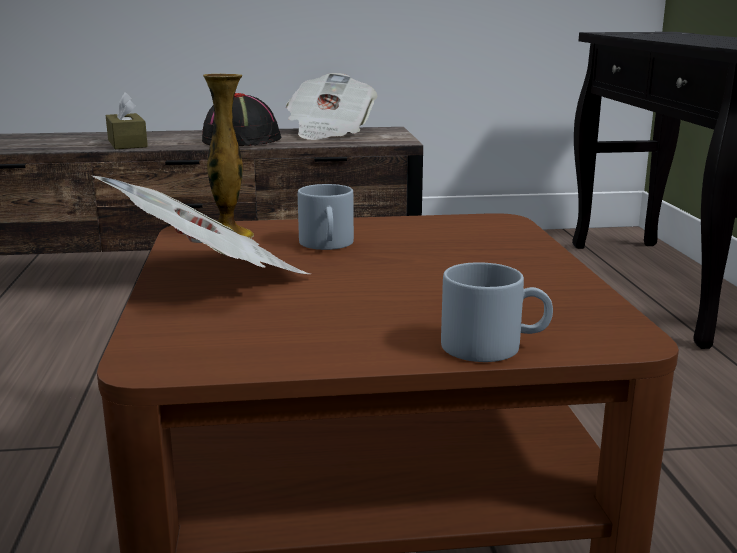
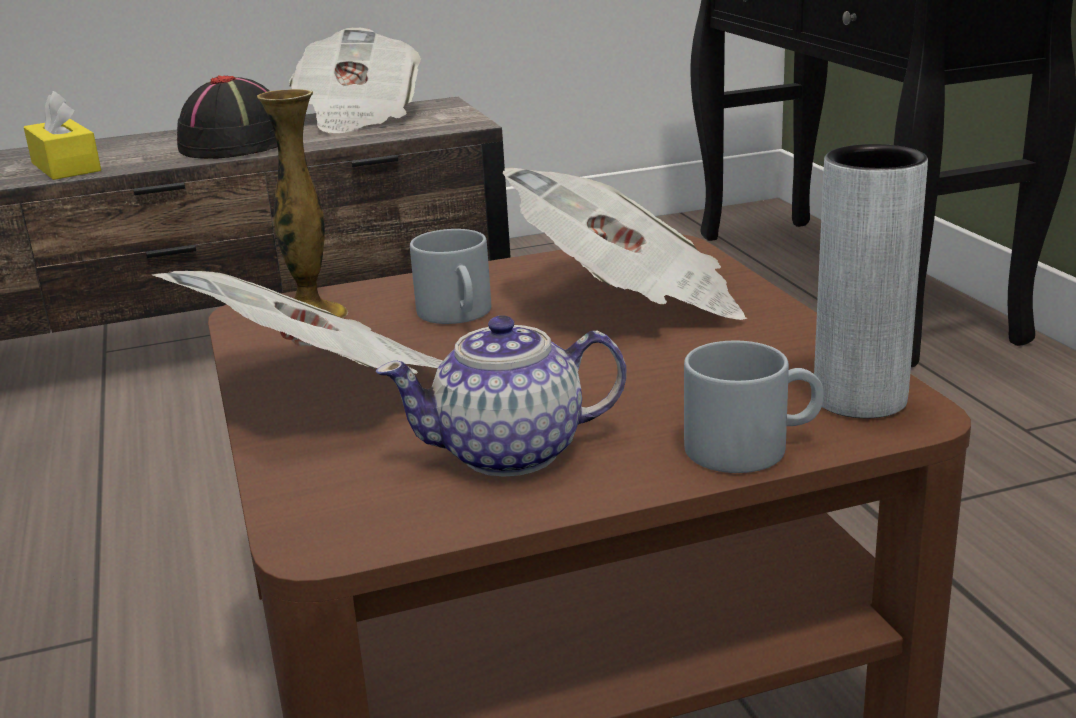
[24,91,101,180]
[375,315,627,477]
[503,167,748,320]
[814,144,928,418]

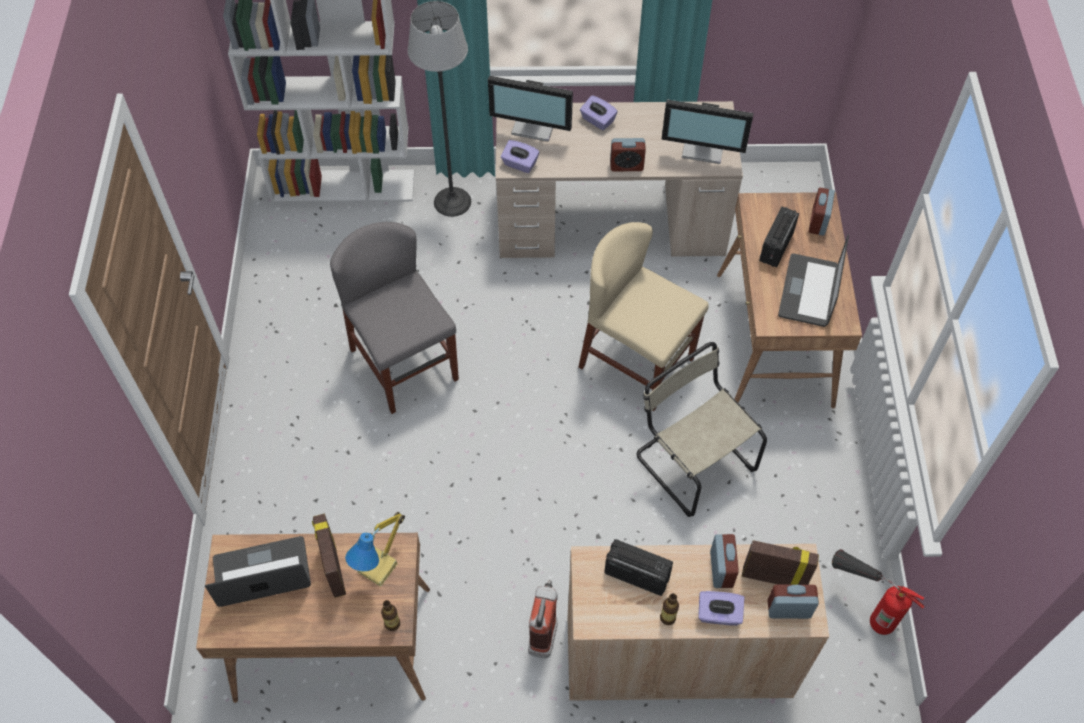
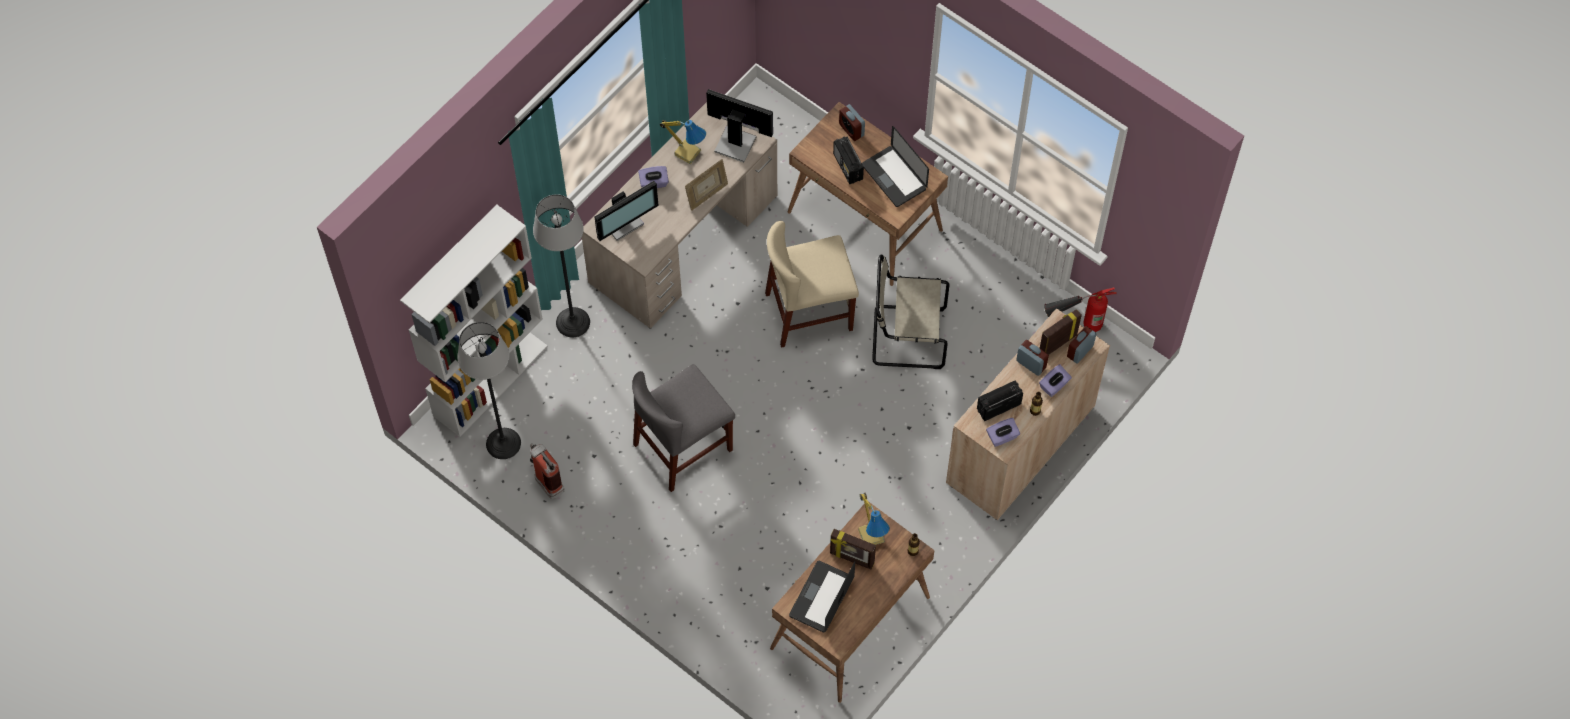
[632,364,735,492]
[986,418,1020,447]
[530,444,565,499]
[685,159,728,211]
[706,89,773,162]
[457,322,521,459]
[660,120,706,164]

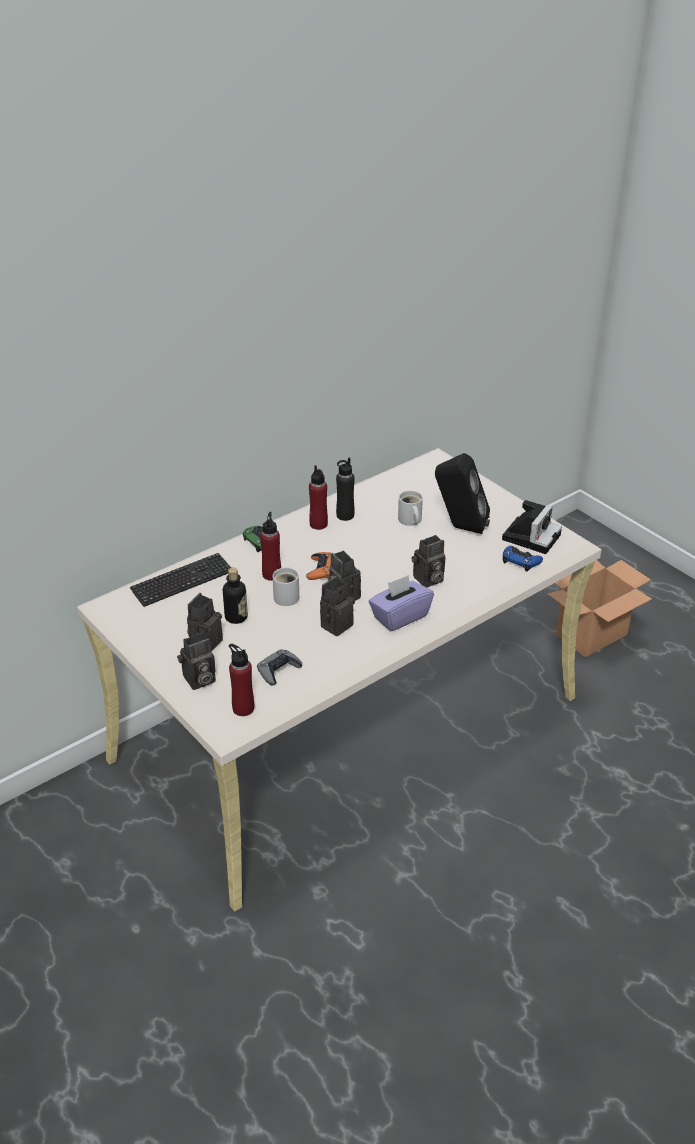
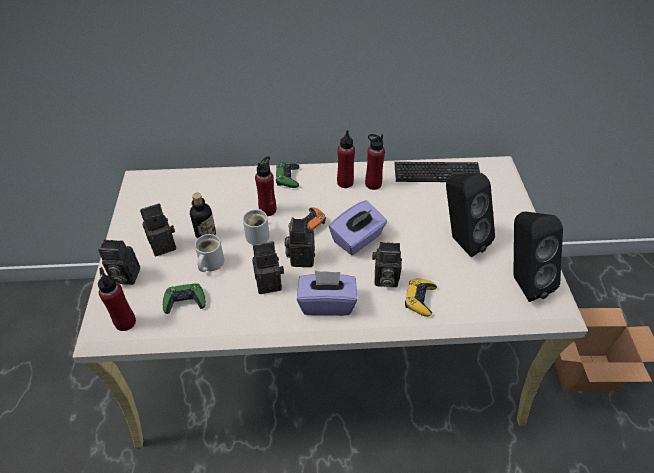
[394,162,480,182]
[163,283,206,314]
[365,134,385,190]
[195,234,224,272]
[513,211,563,302]
[503,546,543,572] (first image)
[329,200,387,255]
[405,278,437,317]

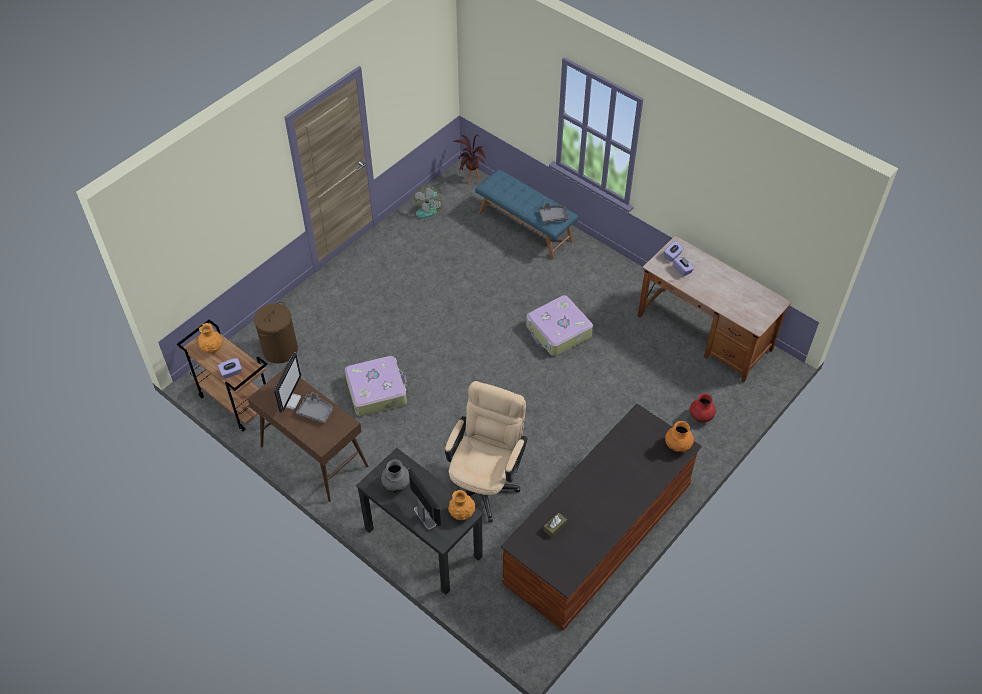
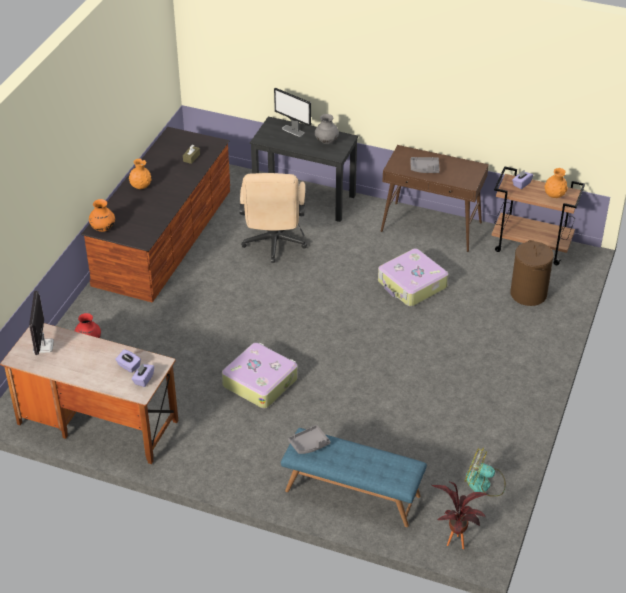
[29,291,54,355]
[465,447,506,496]
[129,158,152,189]

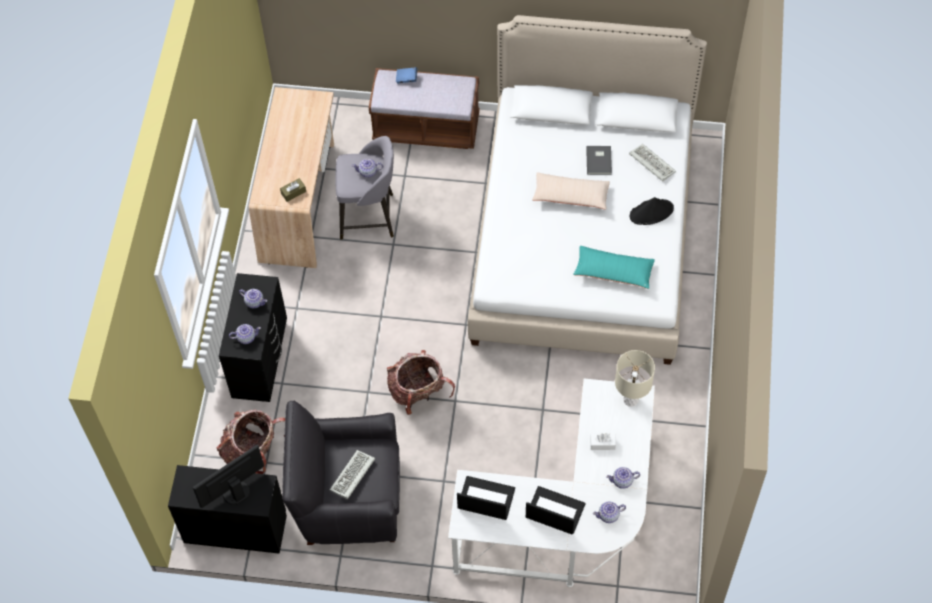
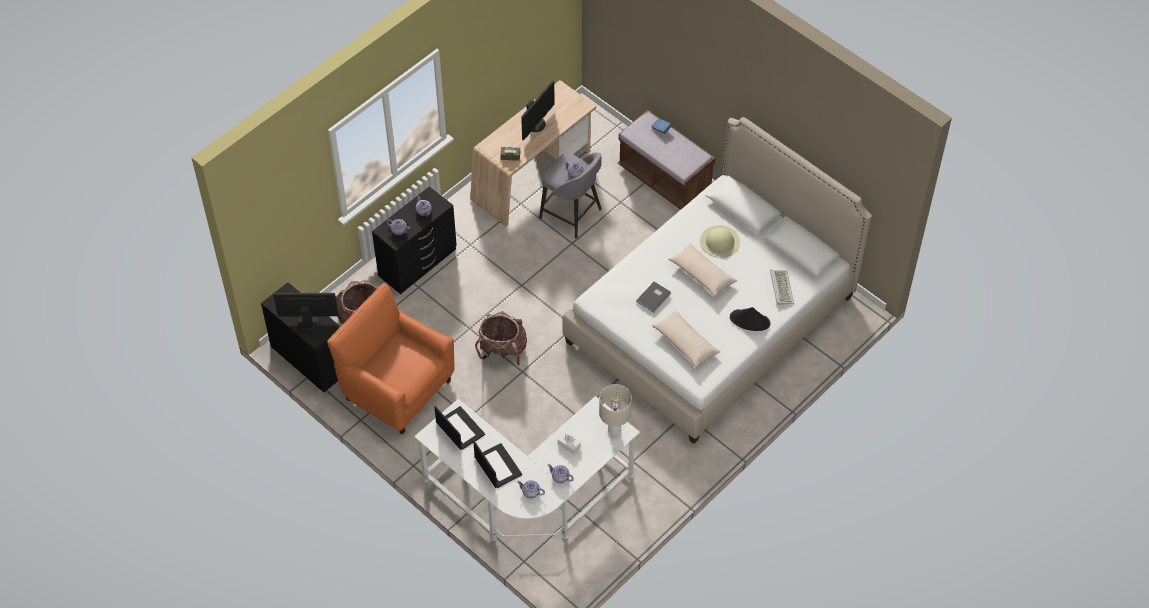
[327,283,455,435]
[330,450,375,499] (first image)
[652,311,720,368]
[636,282,671,313]
[521,81,555,140]
[700,225,740,258]

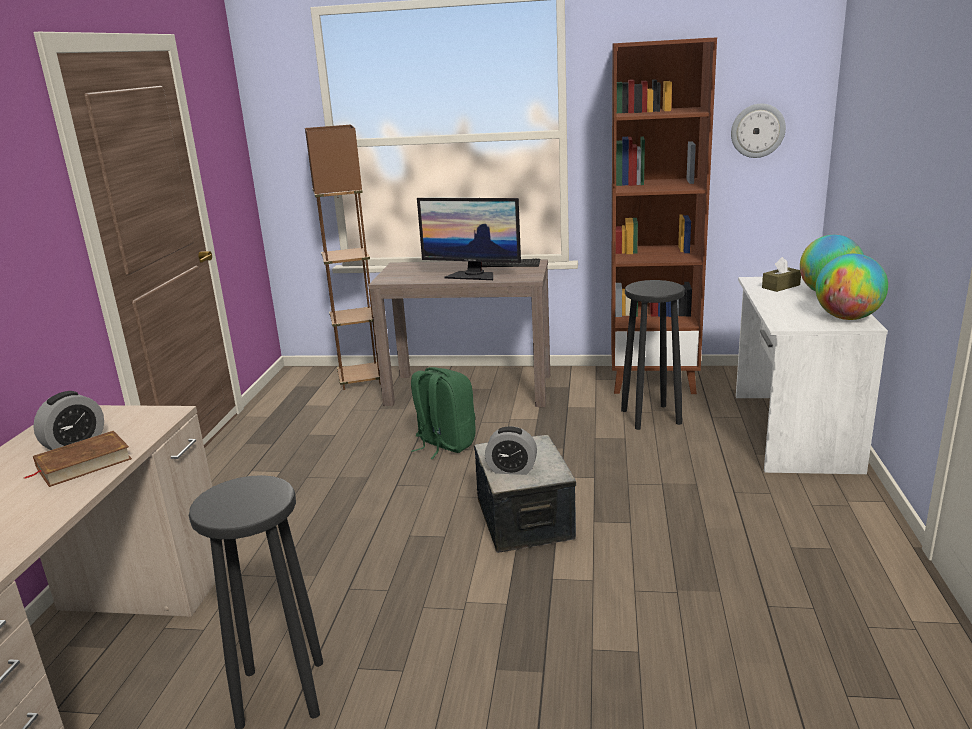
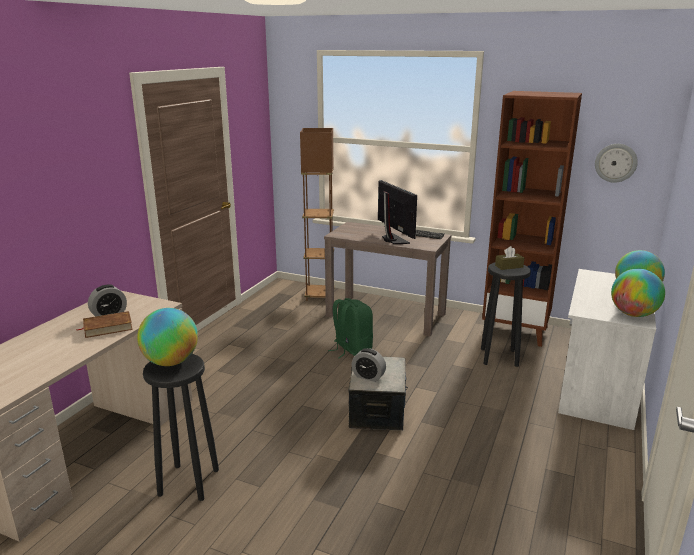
[378,180,417,244]
[495,246,524,270]
[137,308,198,366]

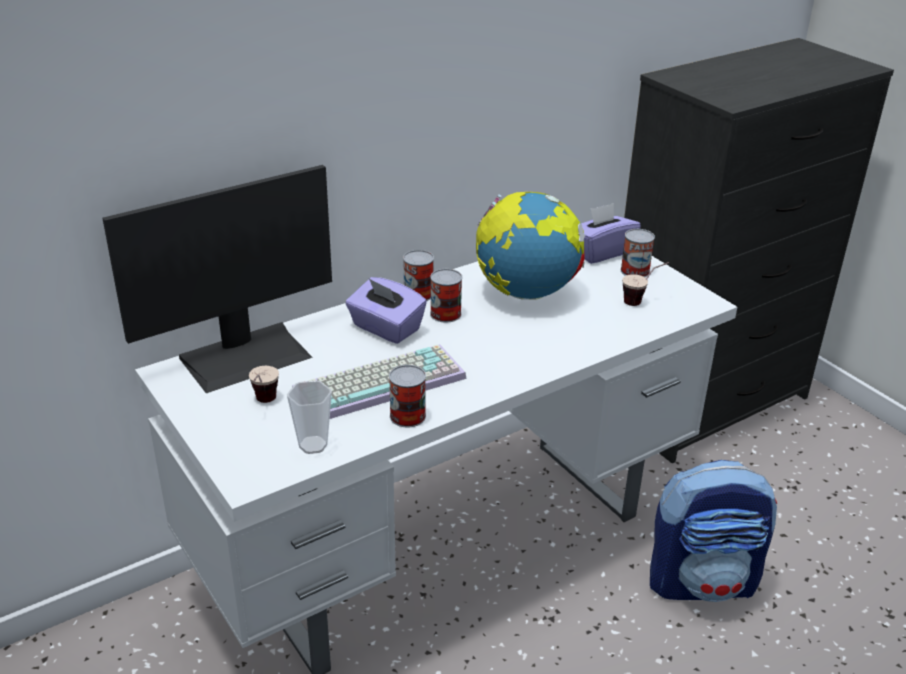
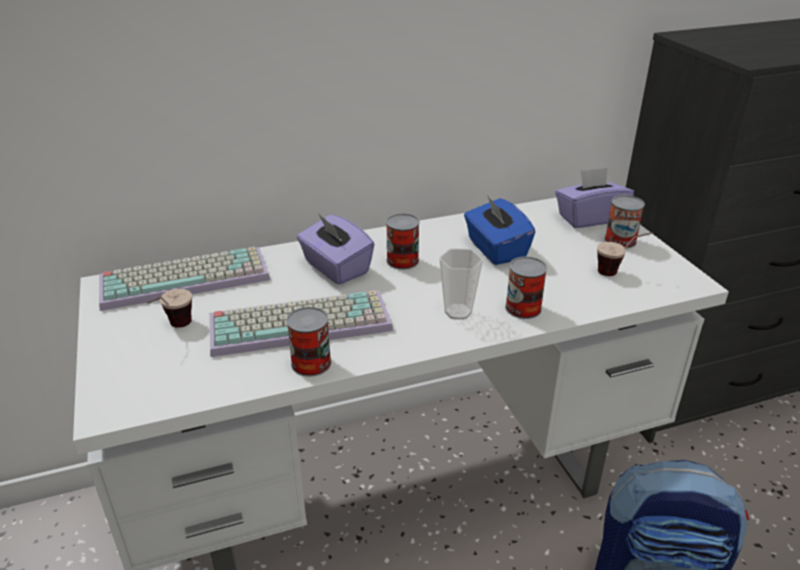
[99,247,270,311]
[439,248,483,320]
[505,257,547,319]
[464,195,535,265]

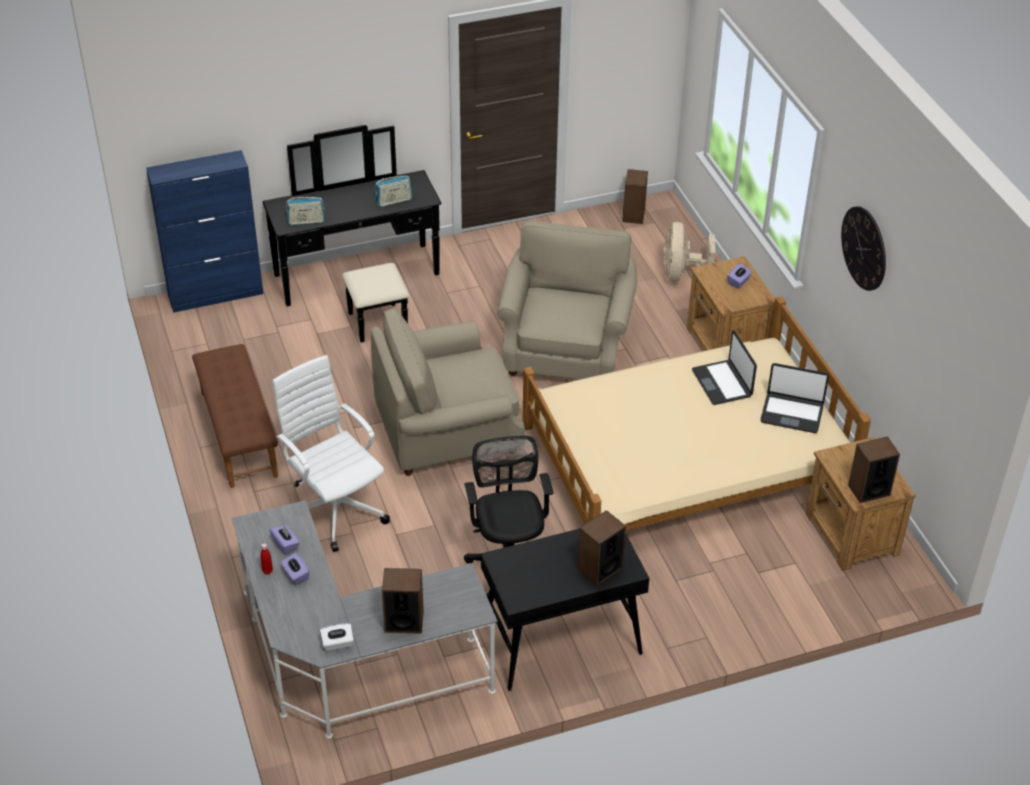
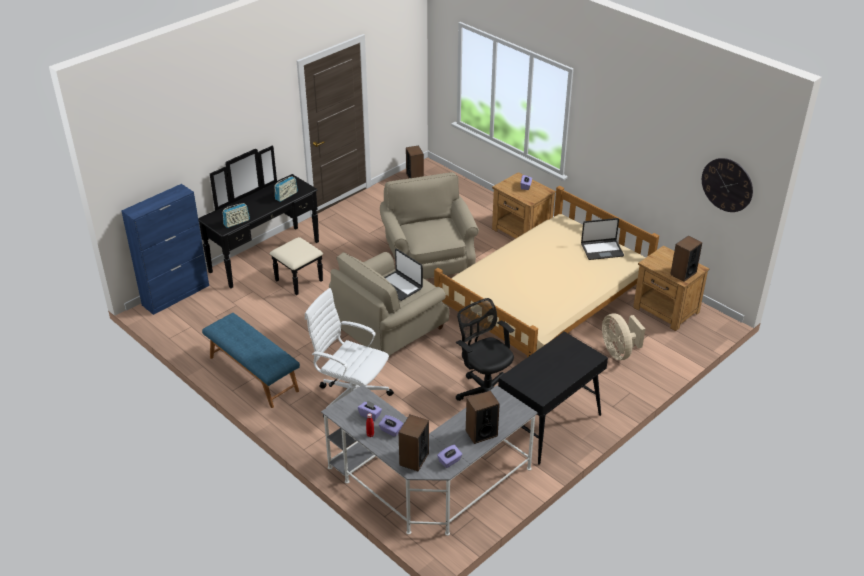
[202,313,300,408]
[437,445,462,468]
[399,415,429,471]
[602,313,645,360]
[384,249,423,301]
[702,158,753,212]

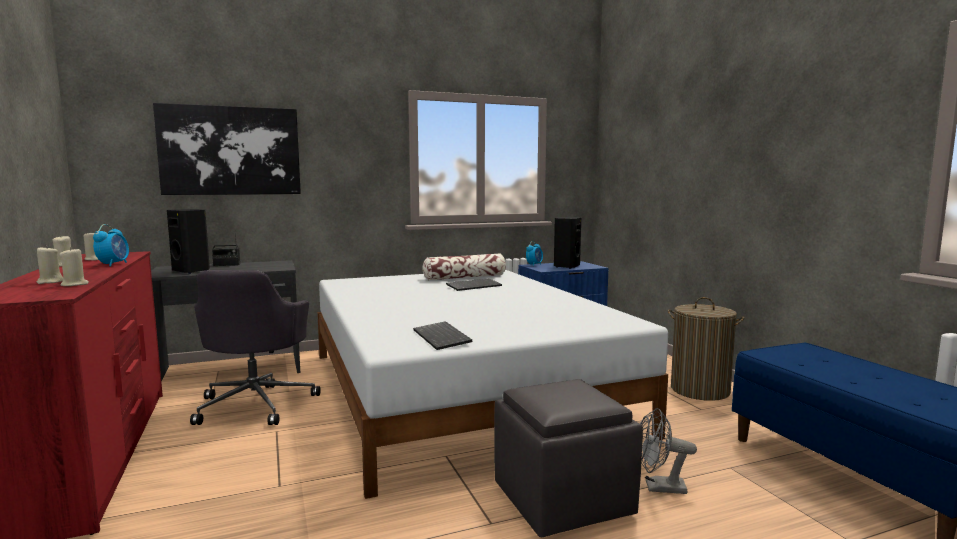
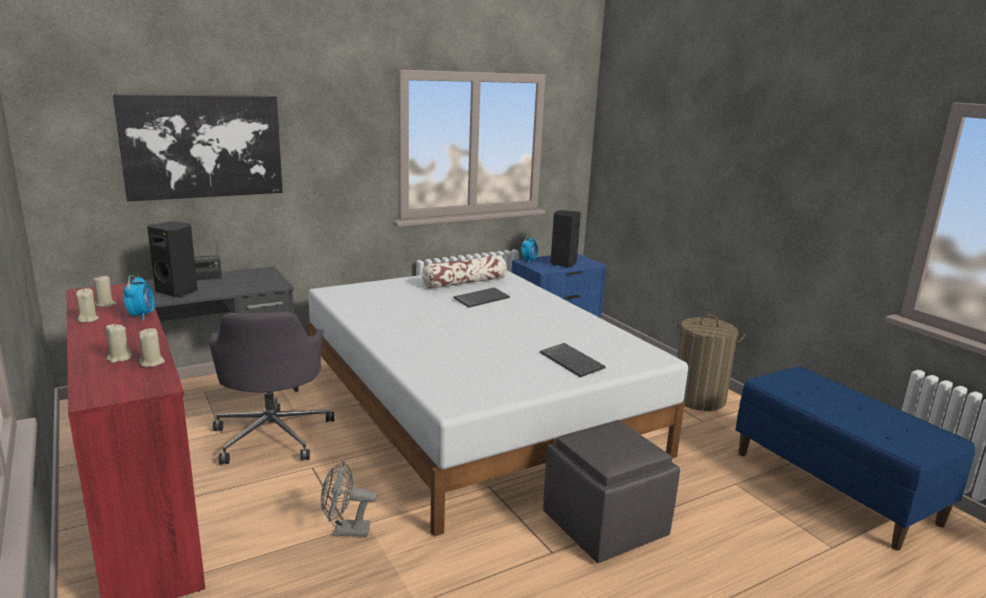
[540,343,606,377]
[321,461,377,537]

